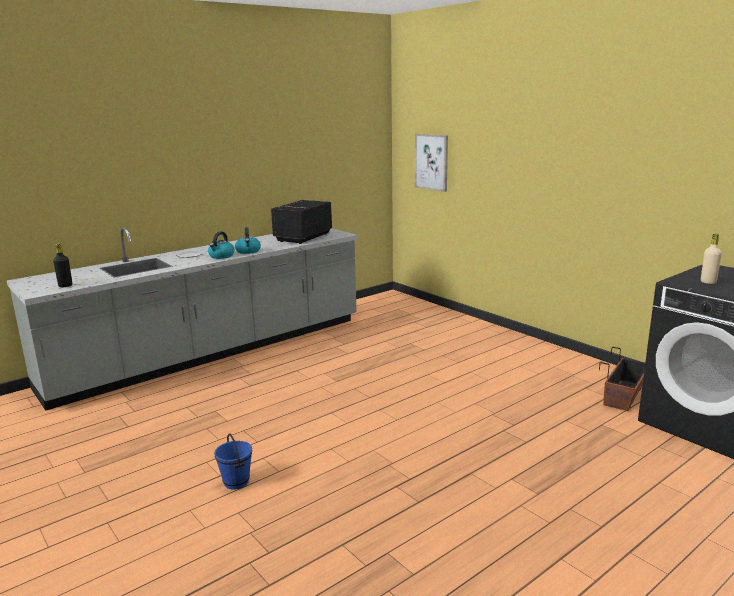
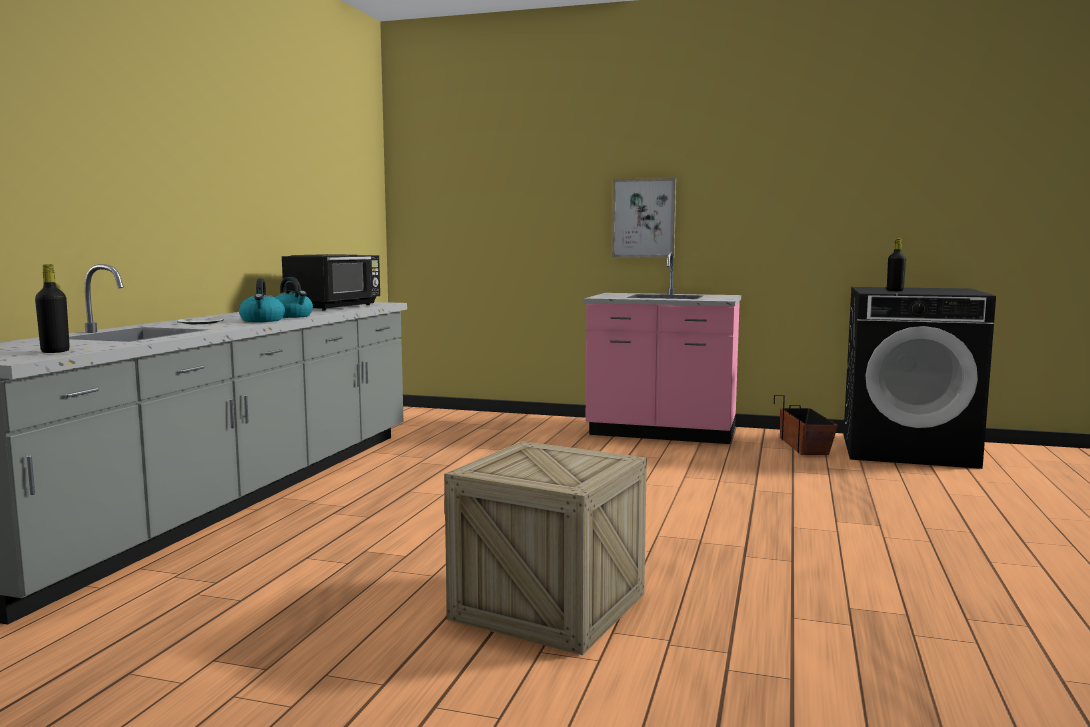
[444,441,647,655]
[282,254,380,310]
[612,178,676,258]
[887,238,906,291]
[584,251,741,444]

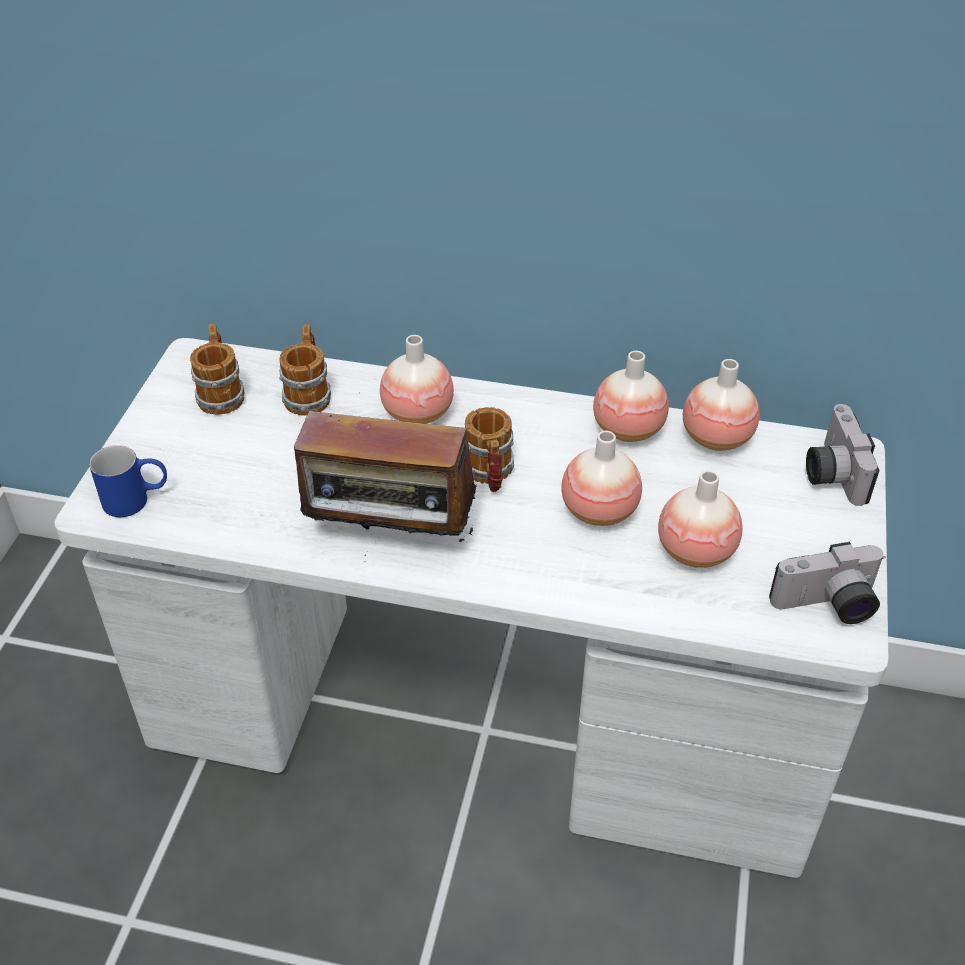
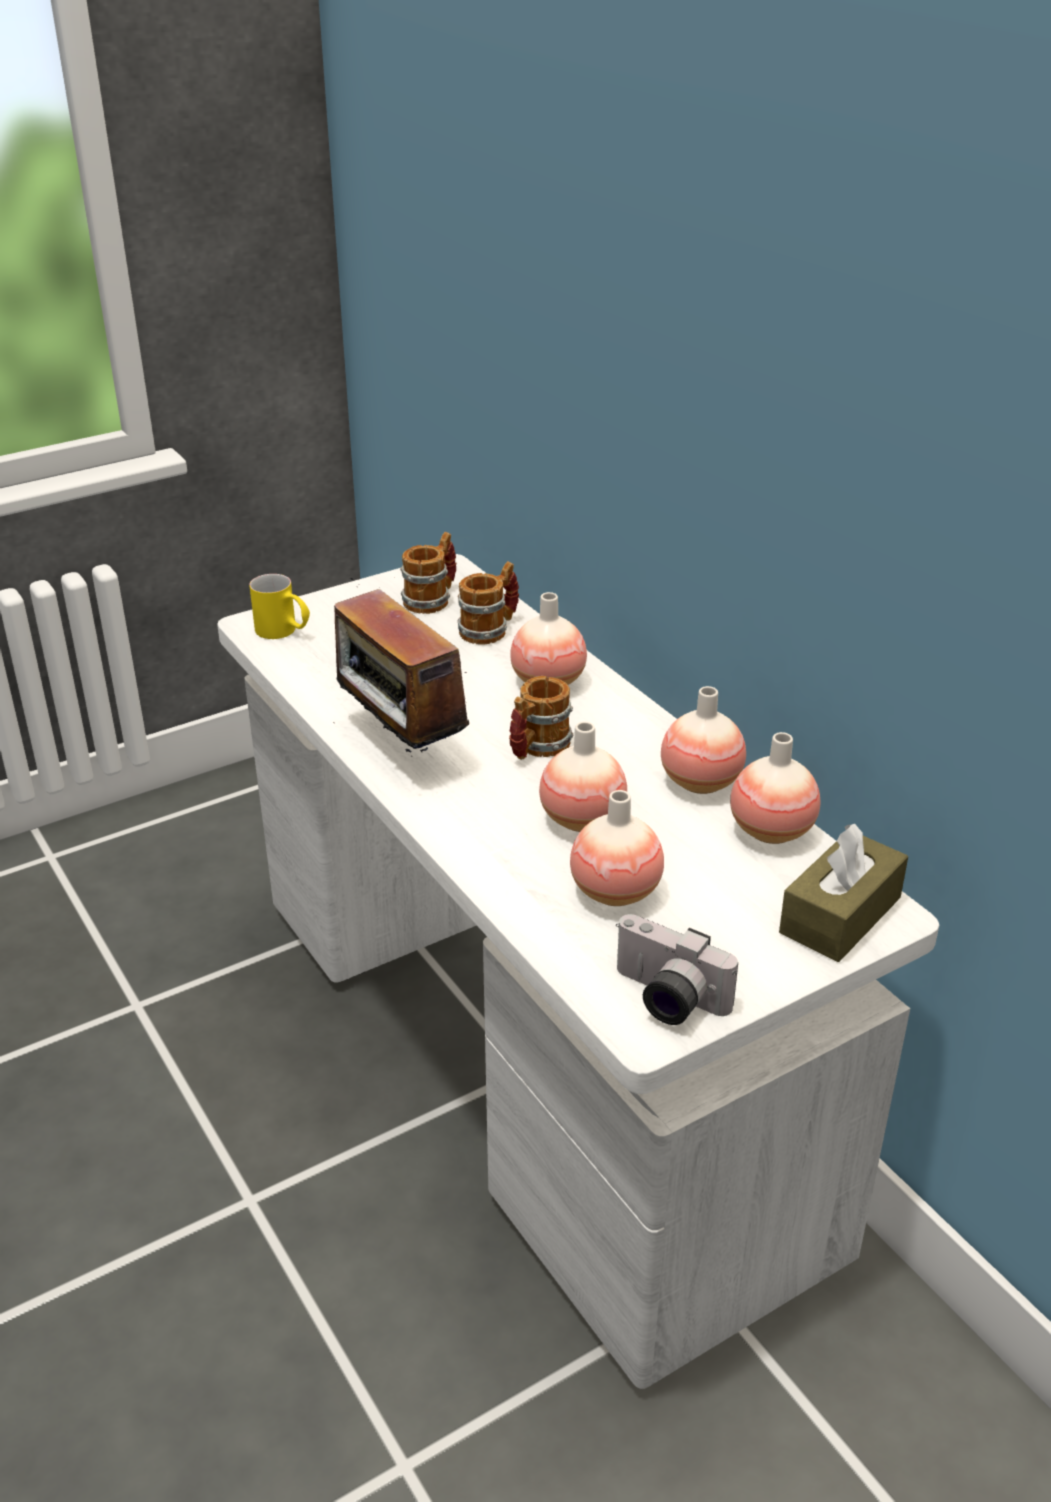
[249,574,310,639]
[779,824,908,962]

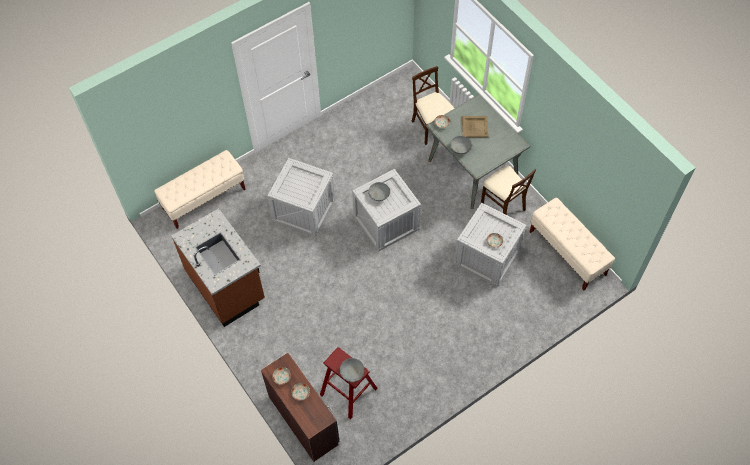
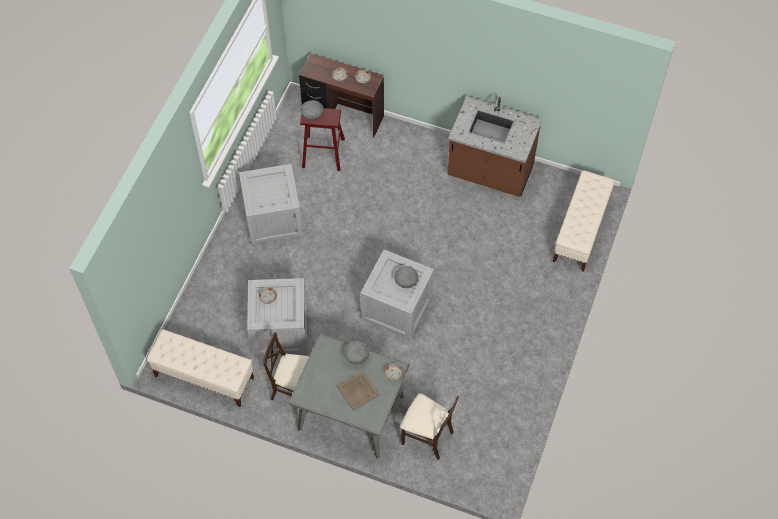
[239,164,303,244]

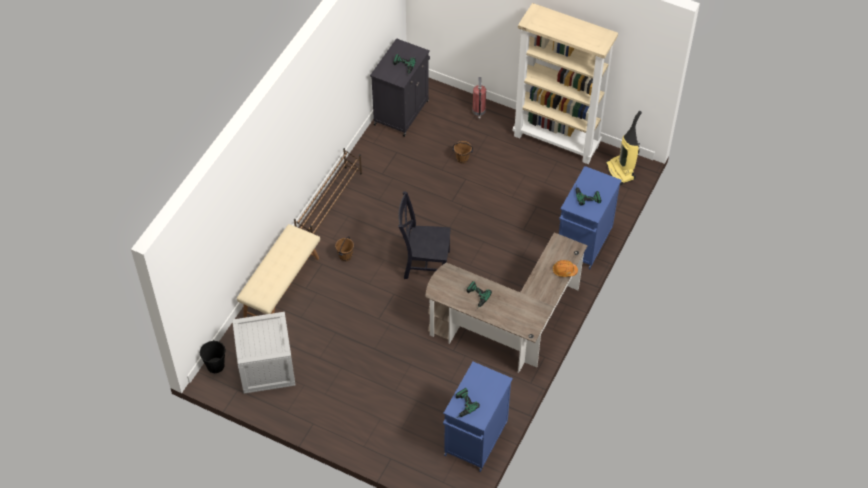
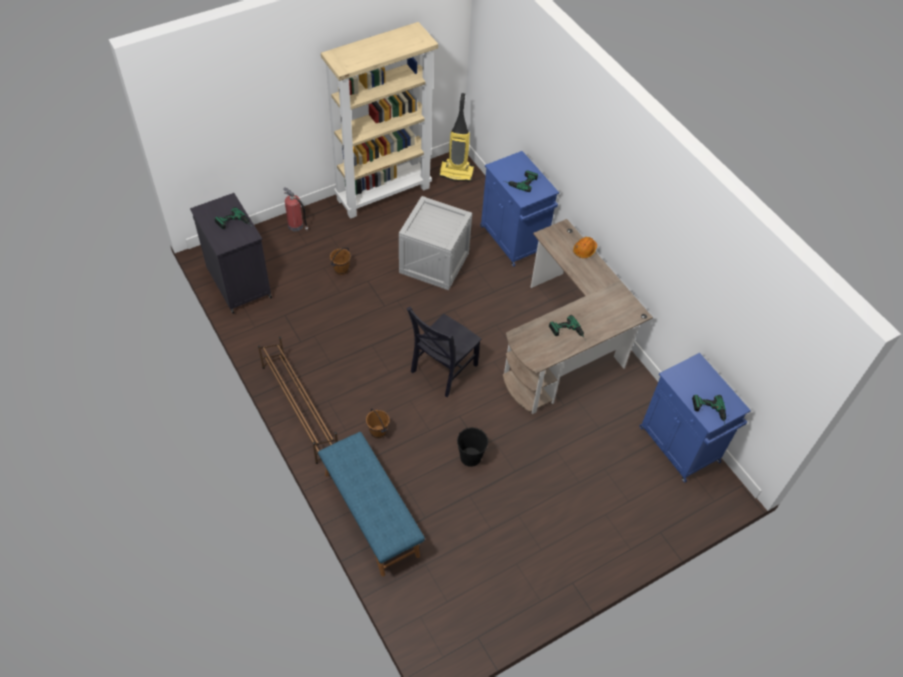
[457,427,488,467]
[399,196,472,290]
[318,432,425,577]

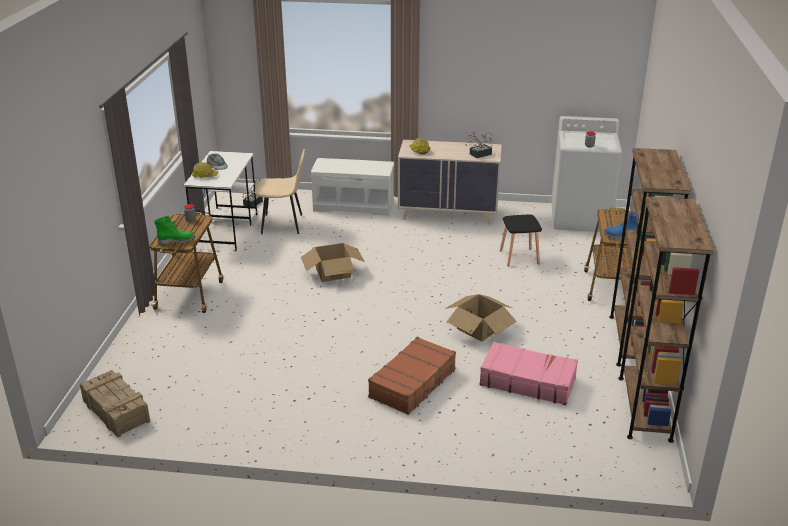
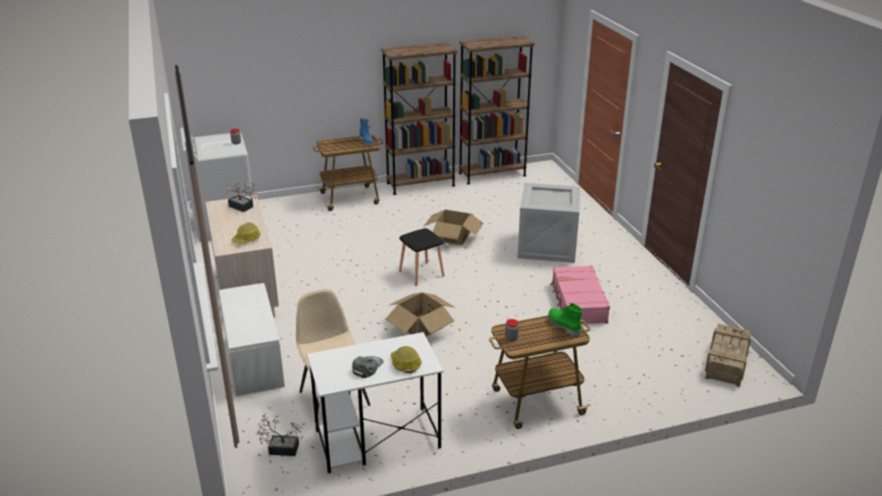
[518,183,581,263]
[550,265,610,324]
[399,228,444,286]

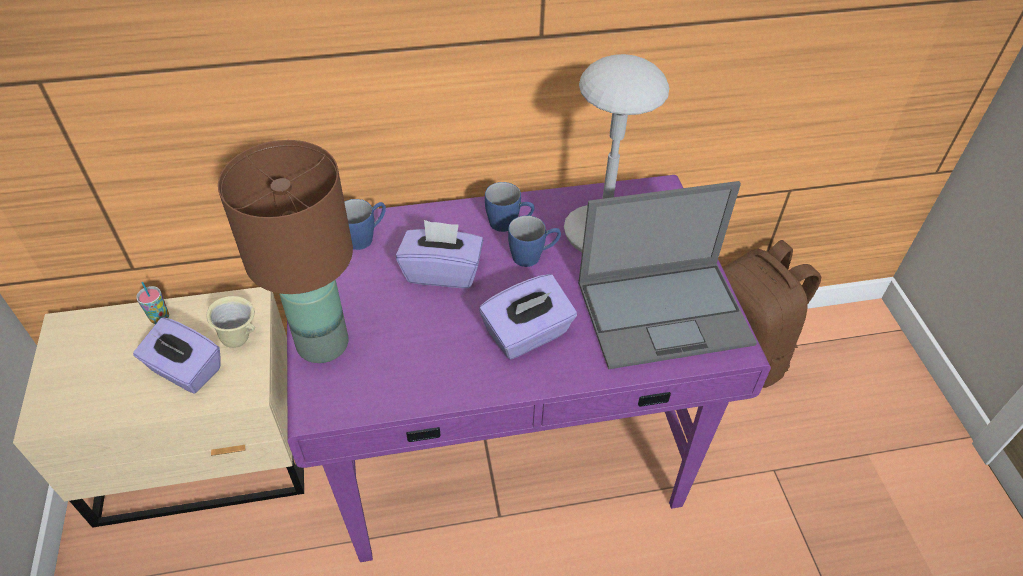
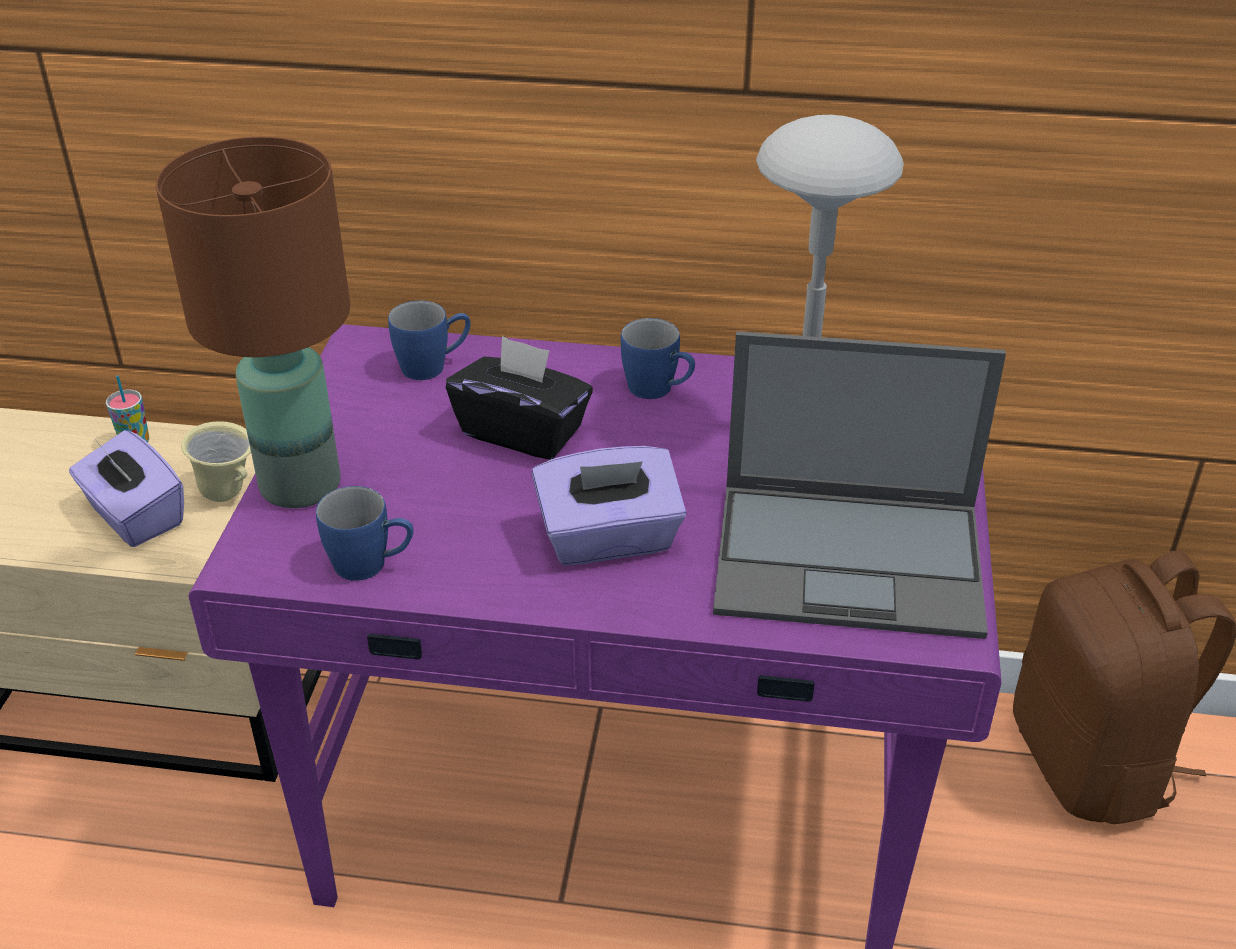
[446,336,593,460]
[316,486,413,581]

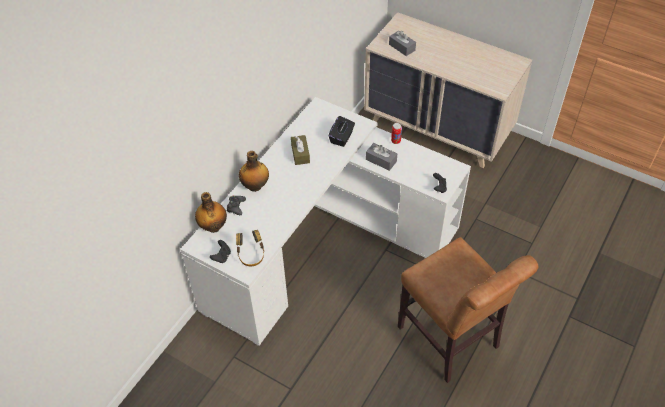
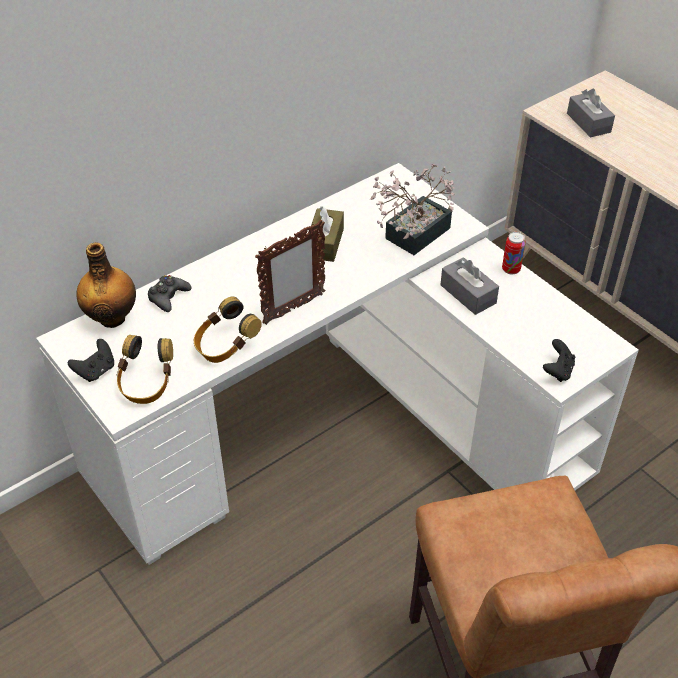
[239,151,269,192] (first image)
[370,164,455,255]
[194,297,262,363]
[255,220,325,325]

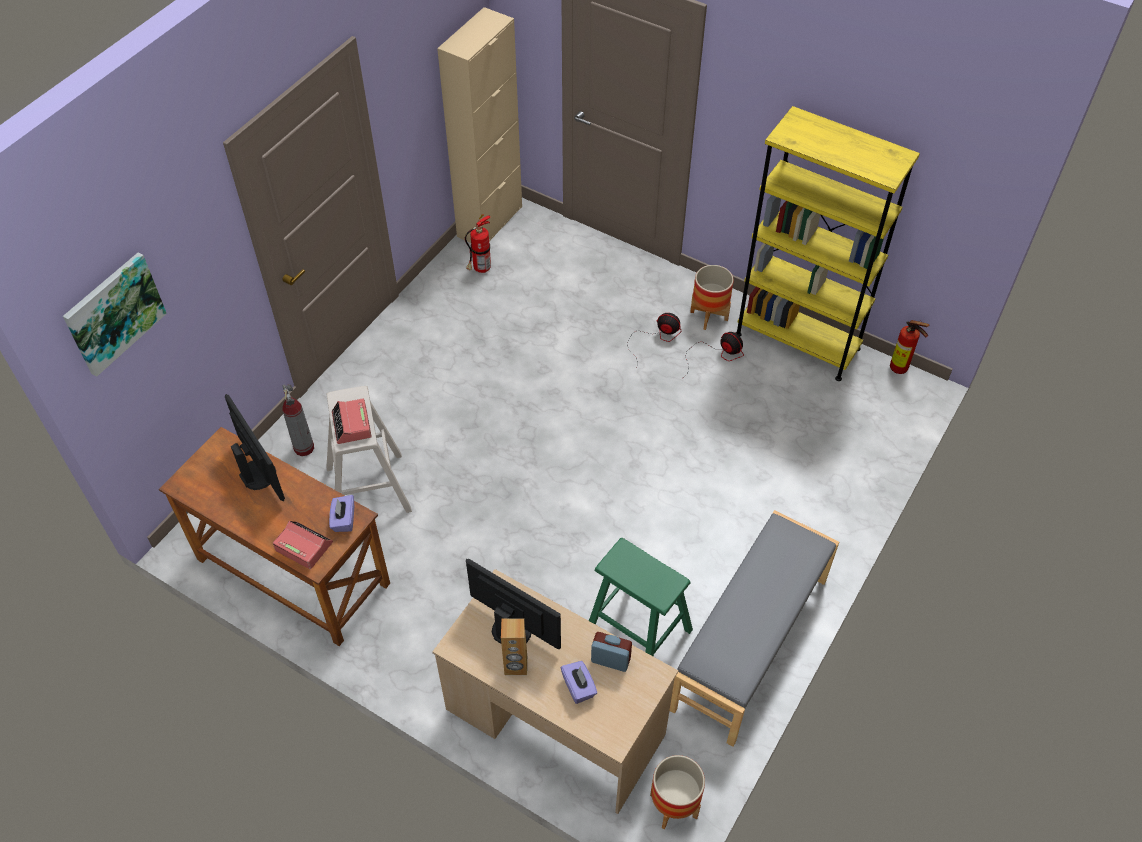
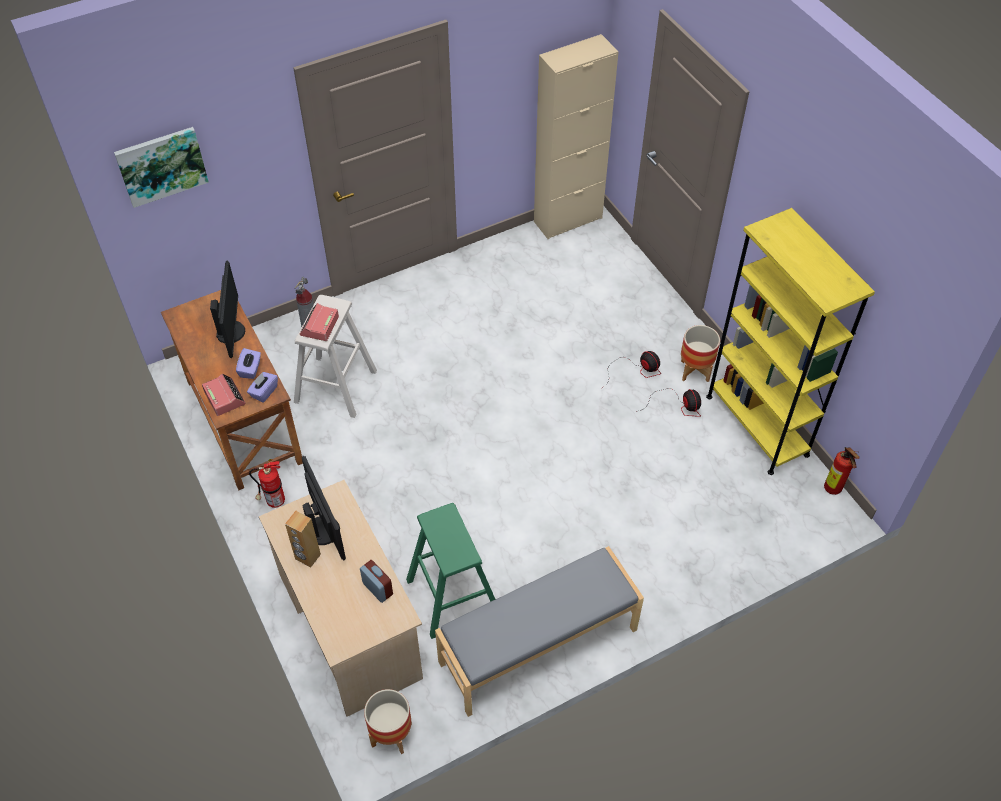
[249,459,285,508]
[236,348,261,379]

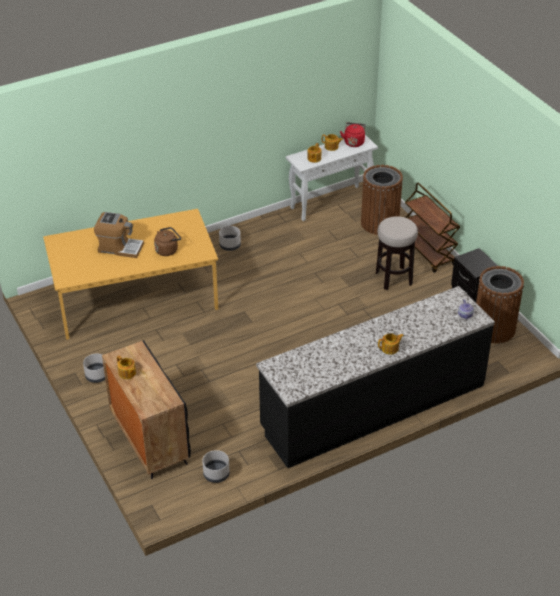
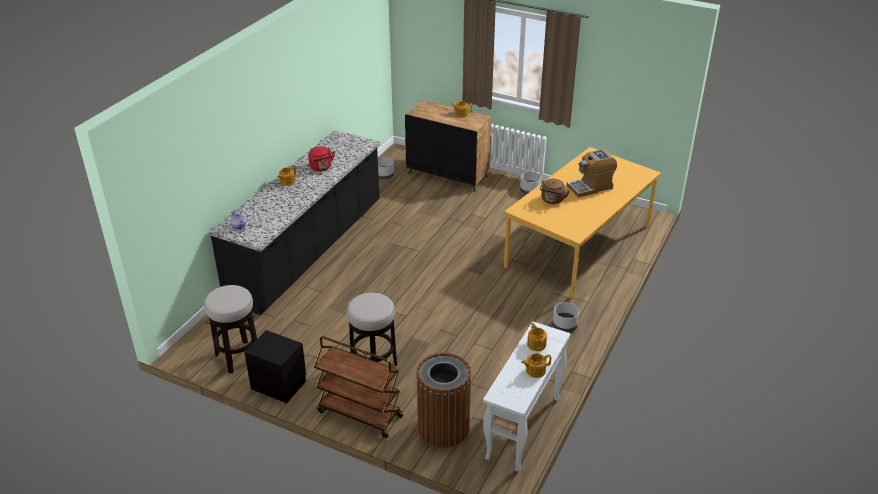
[308,146,335,171]
[204,285,257,373]

